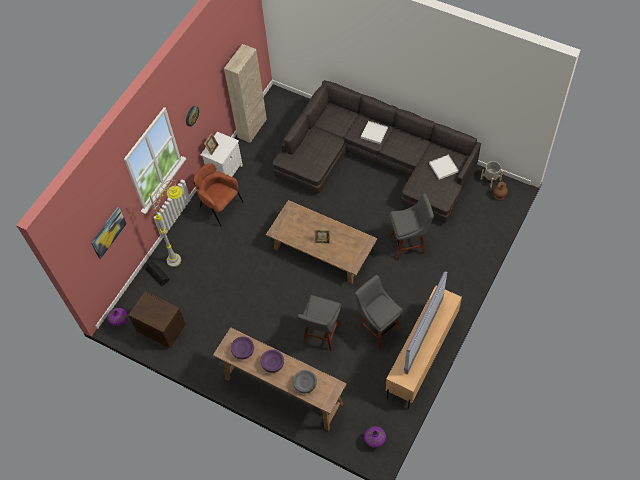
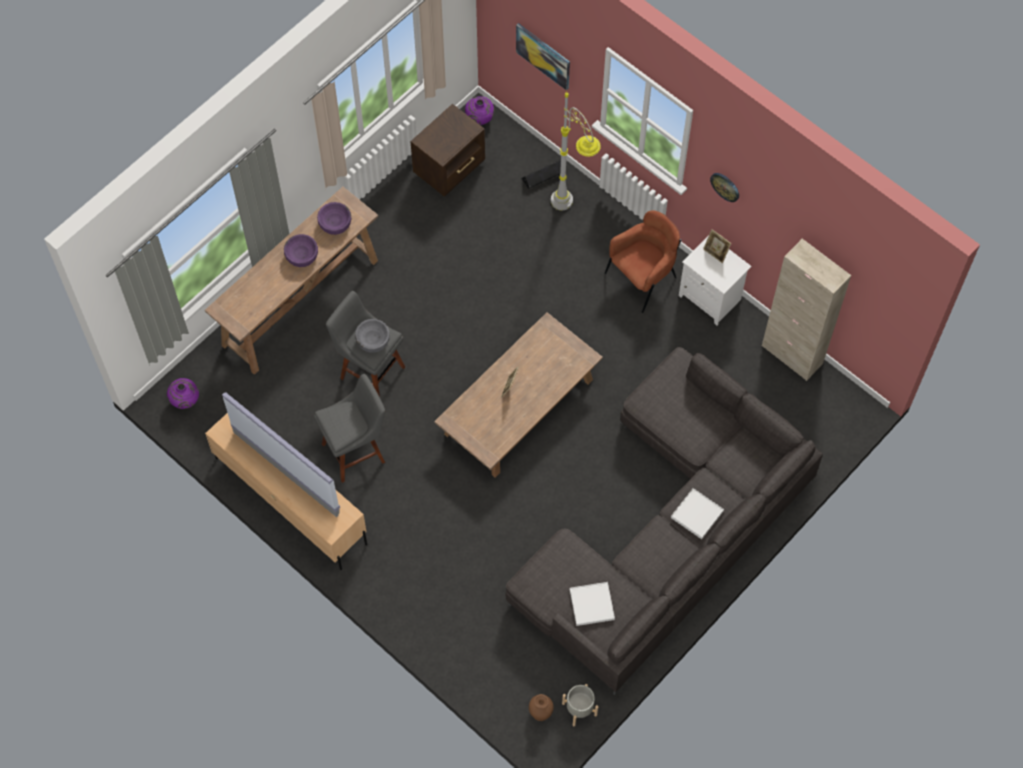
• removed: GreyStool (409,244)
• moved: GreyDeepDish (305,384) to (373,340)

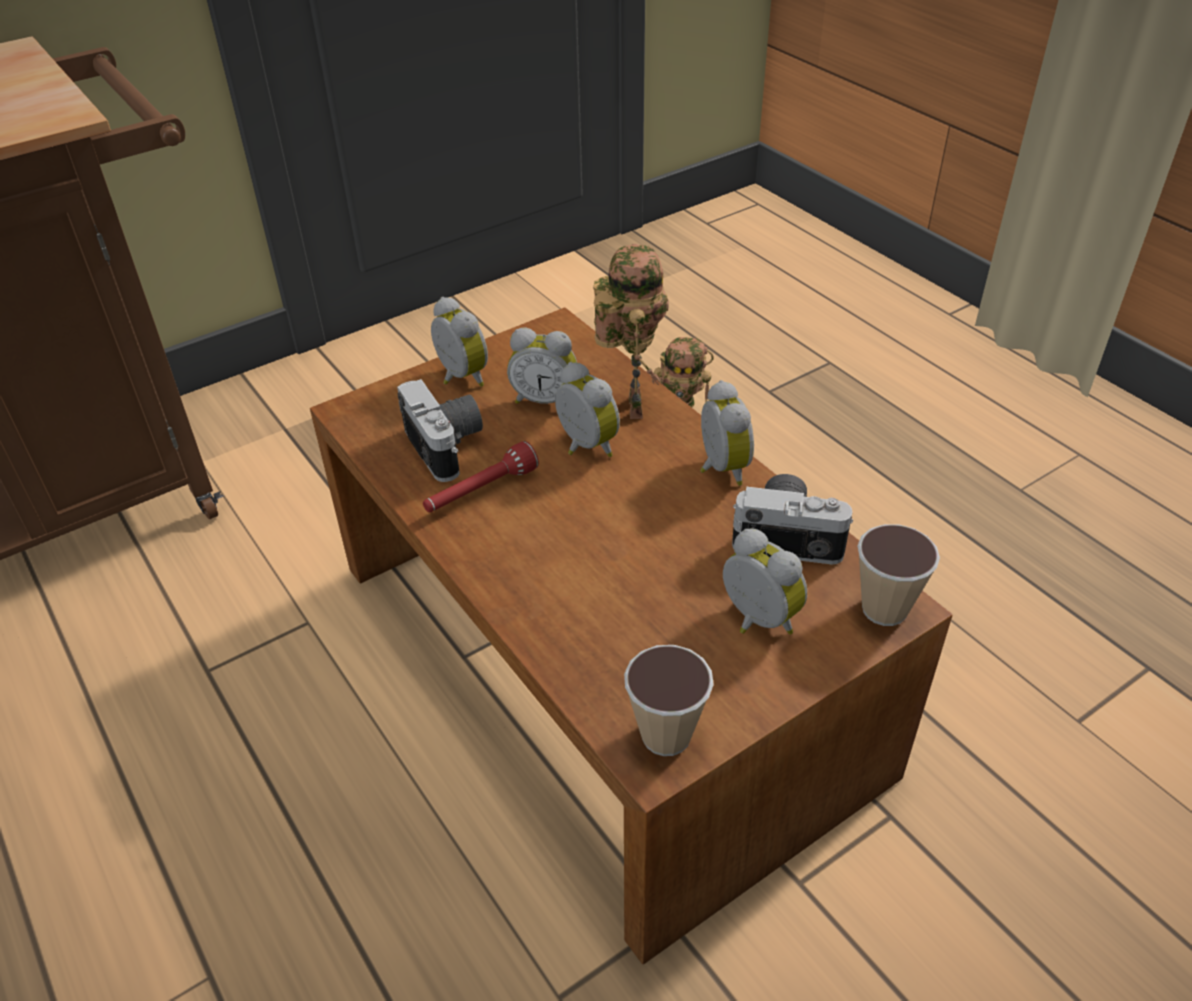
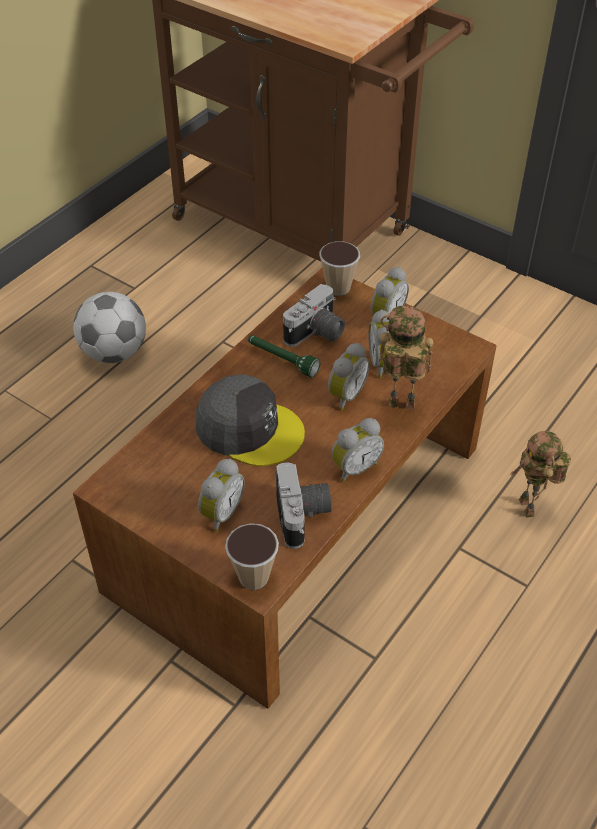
• turned: ToyRobot (630,406) = (399,407) 150 degrees counterclockwise
• recoloured: ReddishHandTorch (480,491) to GreenColouredHandTorch (282,360)
• moved: DrinkingCup (666,735) to (338,288)
• added: BallForFootball (114,352)
• added: GreyBaseballCap (249,429)

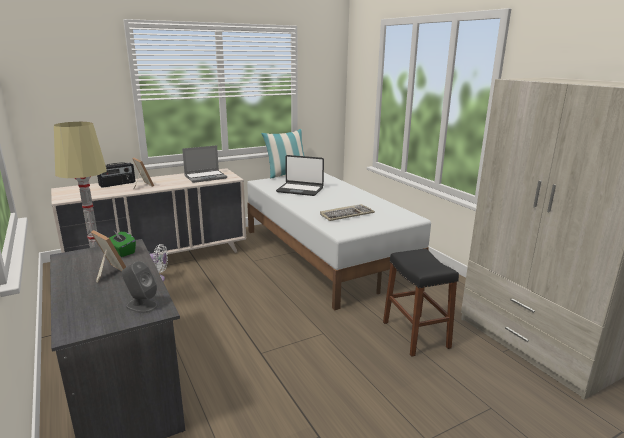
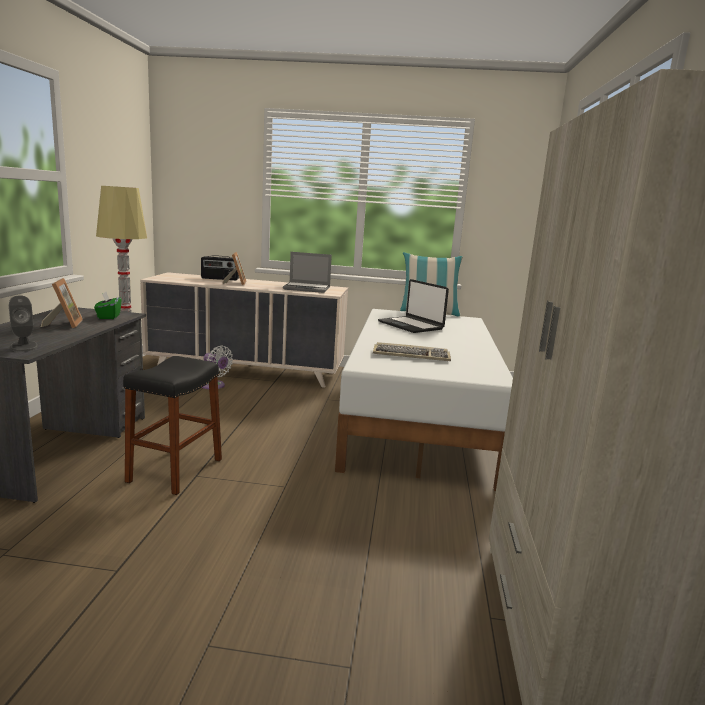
• moved: BlackColouredStool (415,334) to (175,470)

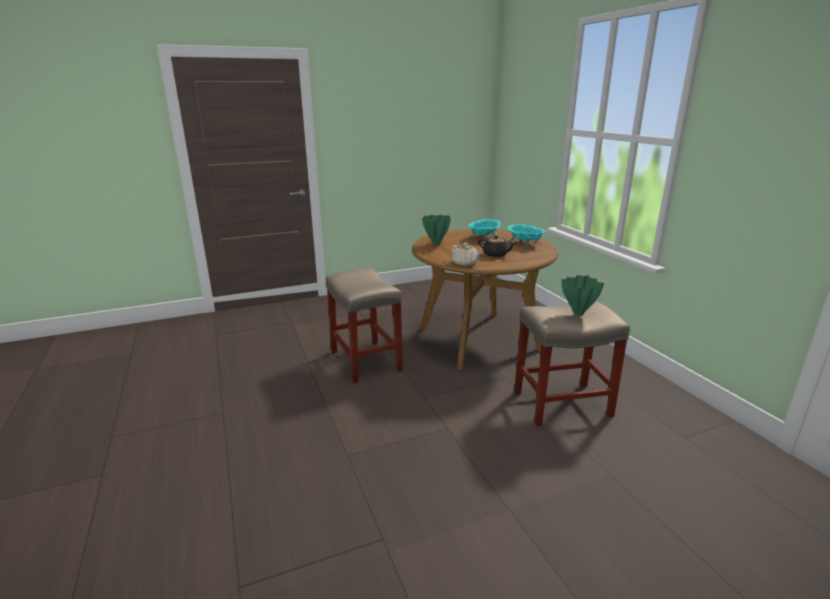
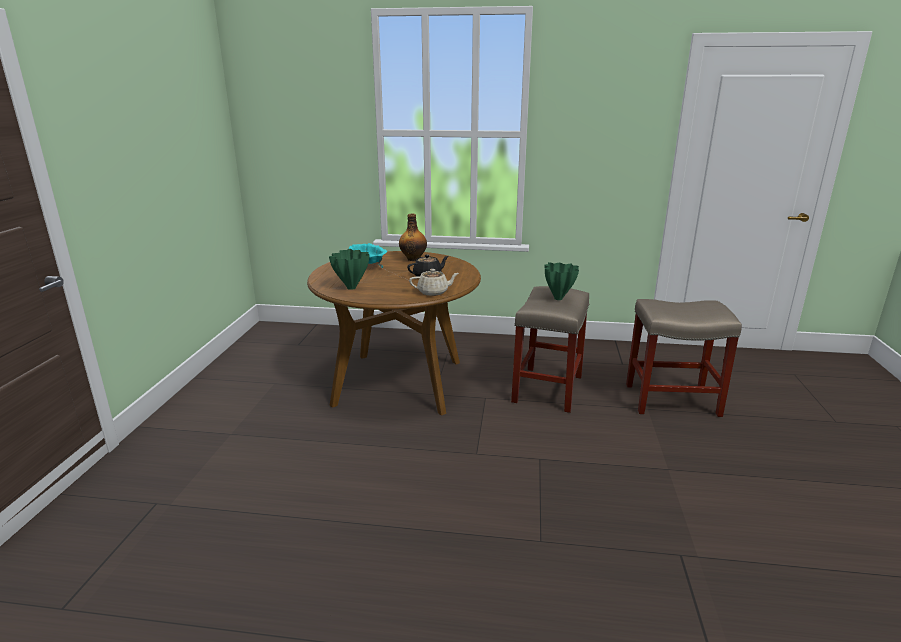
• replaced: BlueGreenDeepDish (525,243) to BeverageBottle (413,259)
• moved: BeigeColouredStool (365,360) to (670,400)

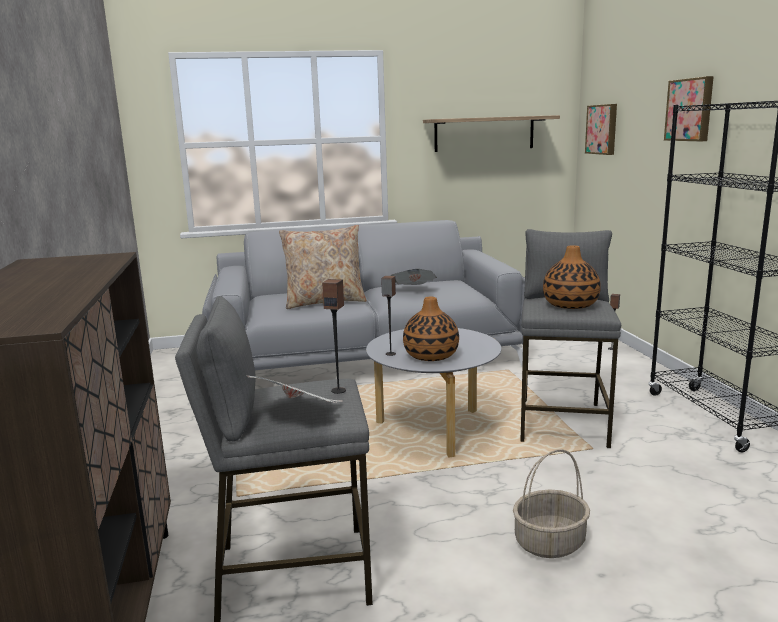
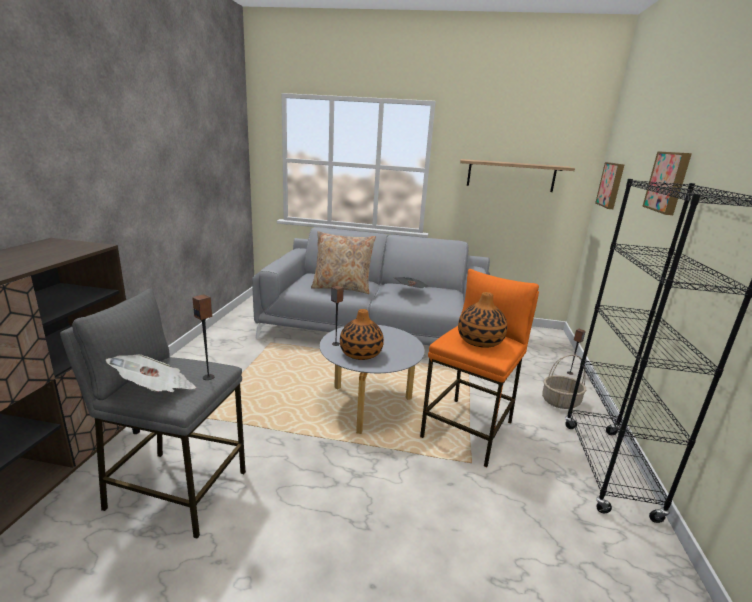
• recoloured: GreyStool (563,422) to OrangeColouredStool (469,430)
• moved: StorageBasket (549,543) to (560,402)

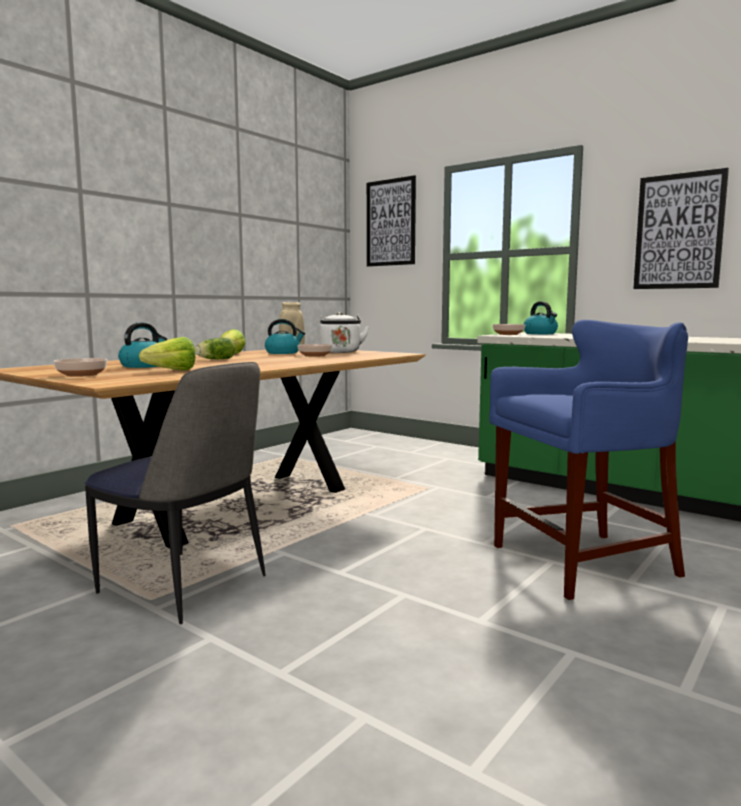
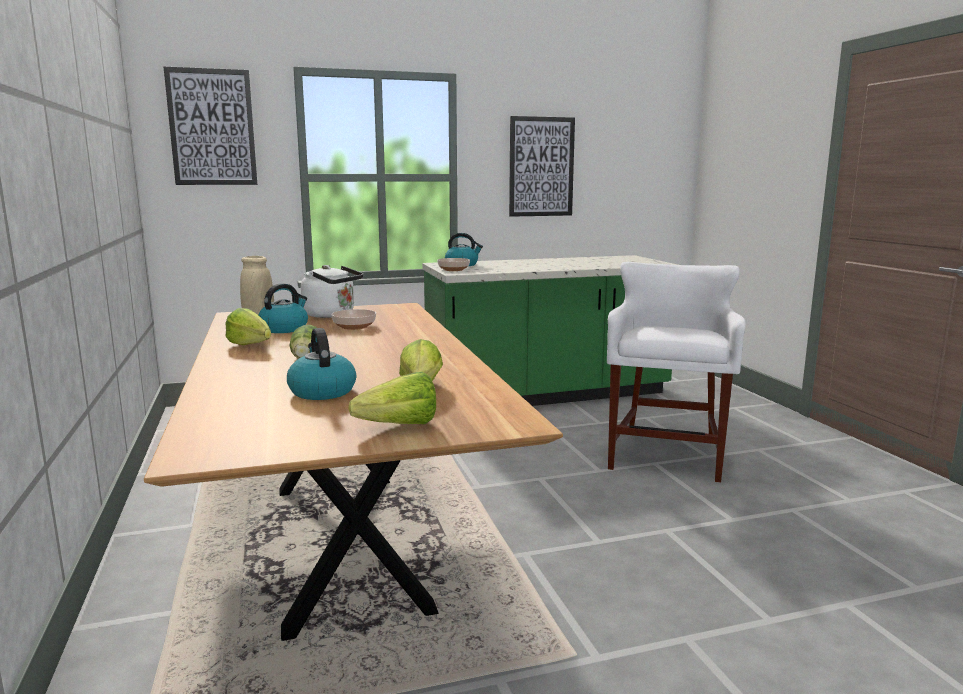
• recoloured: BlueStool (582,562) to WhiteStool (666,456)
• replaced: DeepDish (81,375) to Lettuce (392,427)
• removed: UprightChair (186,586)

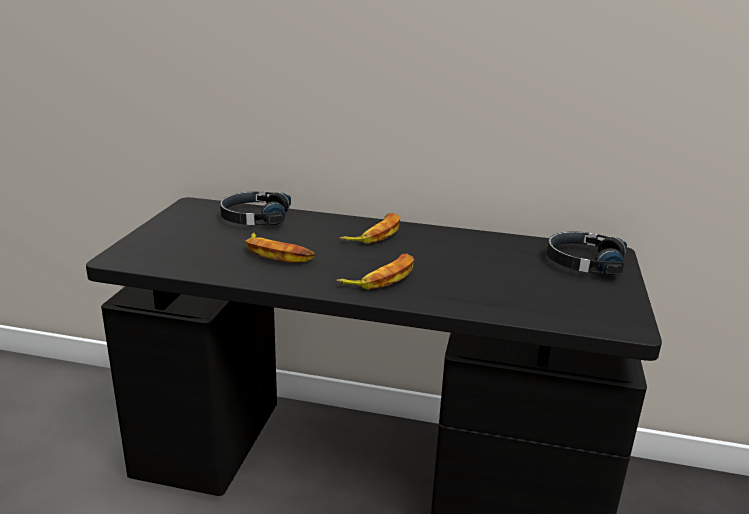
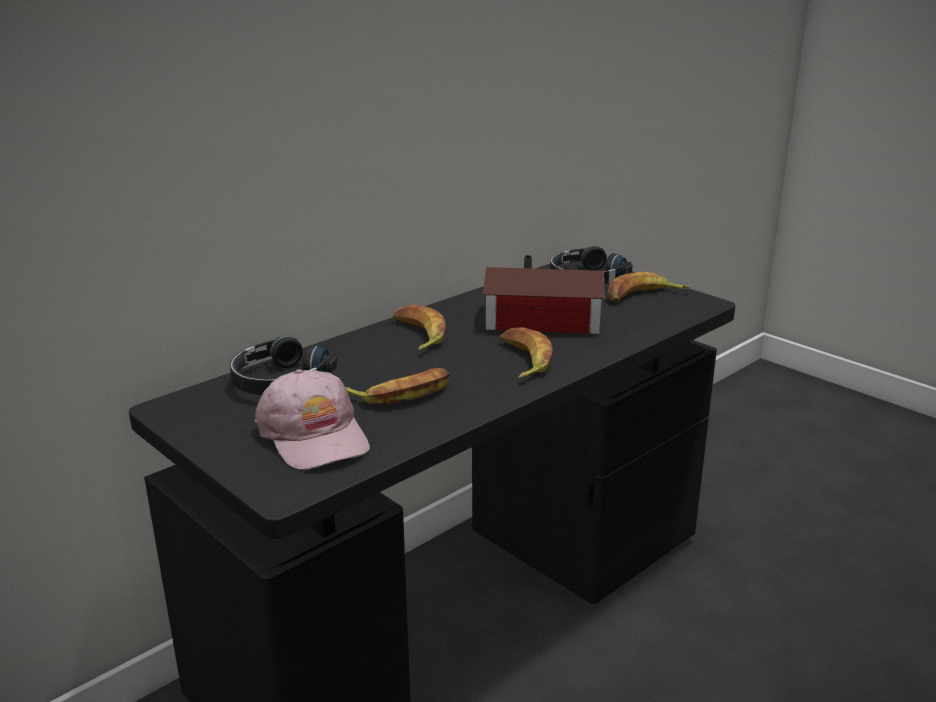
• added: MiniatureHouse (546,320)
• added: Banana (643,296)
• added: PinkishBaseballCap (314,435)

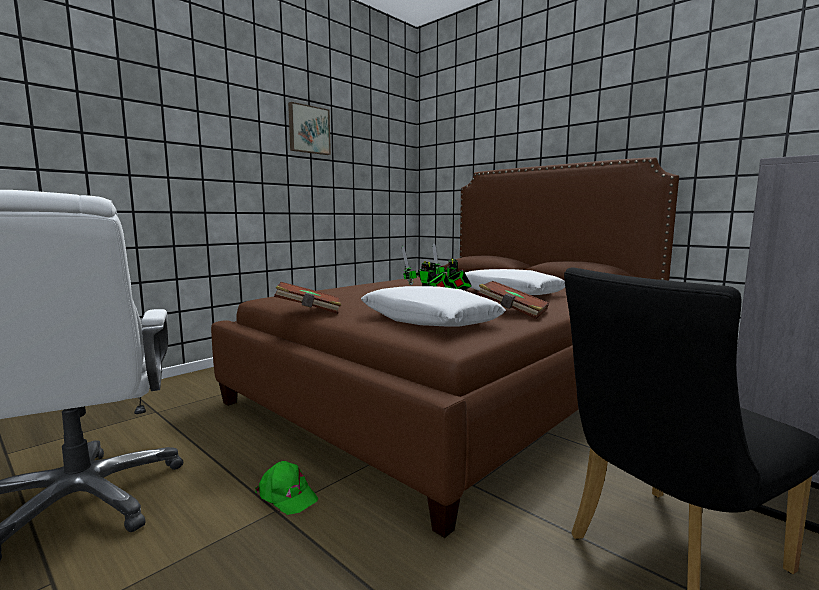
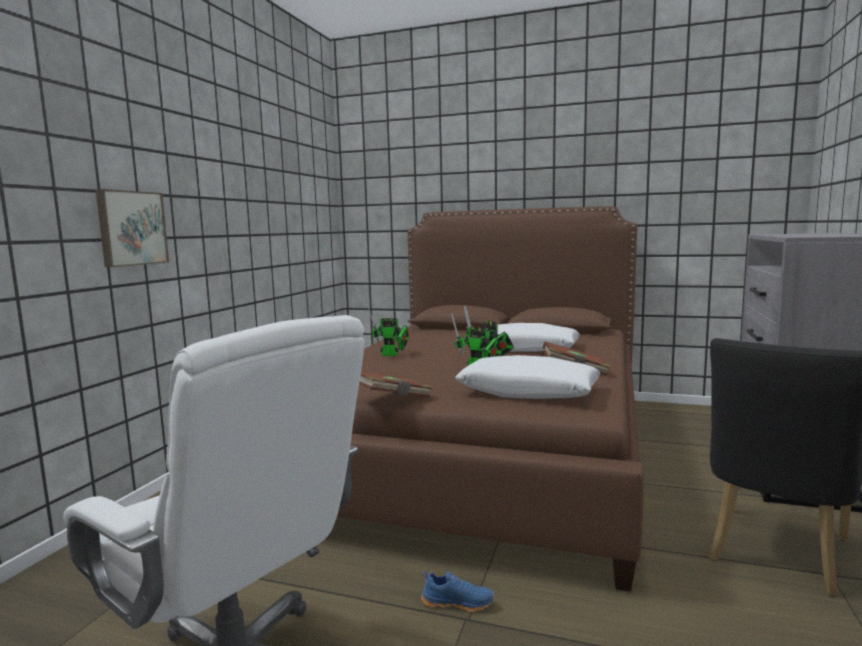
• moved: WallPicture (308,130) to (131,228)
• replaced: GreenColouredBaseballCap (287,495) to BlueLowShoe (458,602)
• added: ToyRobot (392,355)

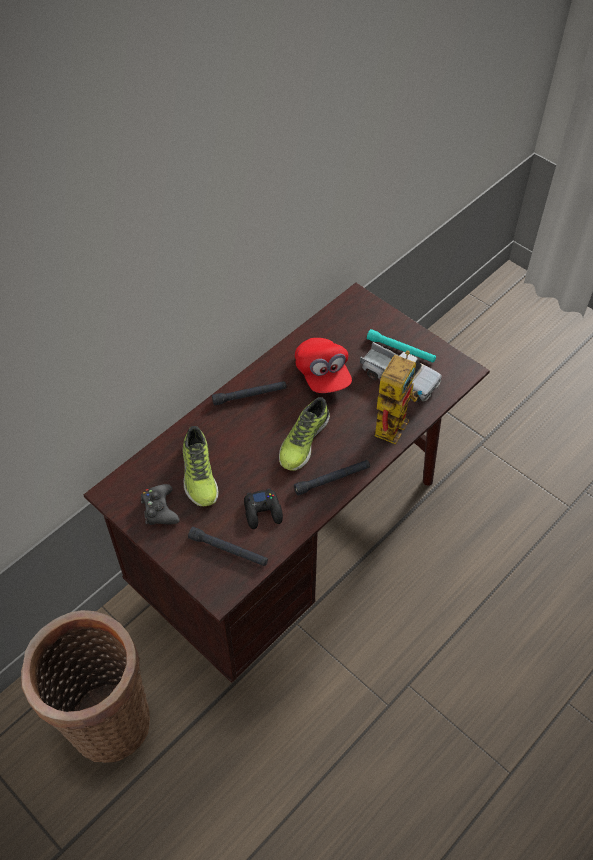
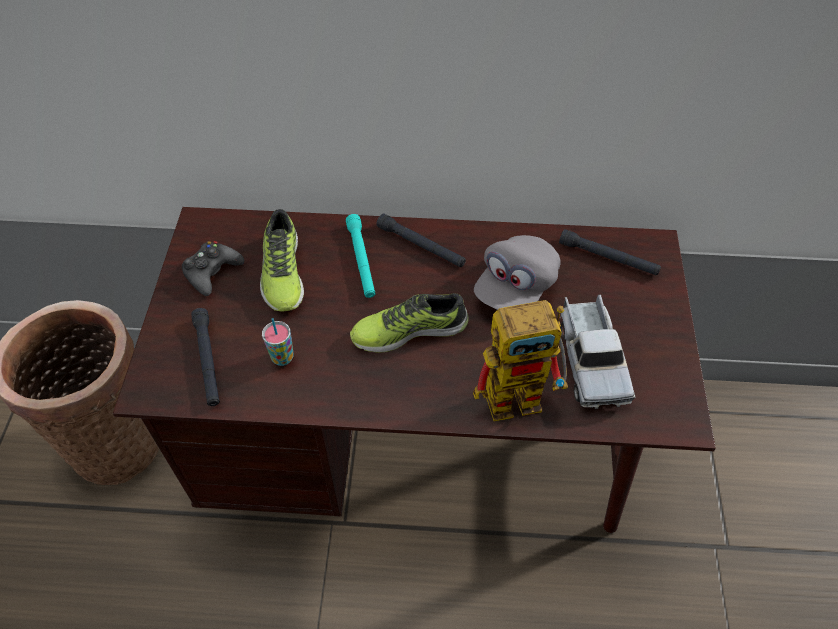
• moved: BlueGreenHandTorch (401,350) to (361,260)
• recoloured: ReddishBaseballCap (322,375) to GreyBaseballCap (515,287)
• turned: LowShoe (198,474) = (282,272) 45 degrees counterclockwise
• moved: BlackColouredHandTorch (332,479) to (608,258)
• replaced: BlackColouredJoypad (263,512) to DrinkingCup (282,358)

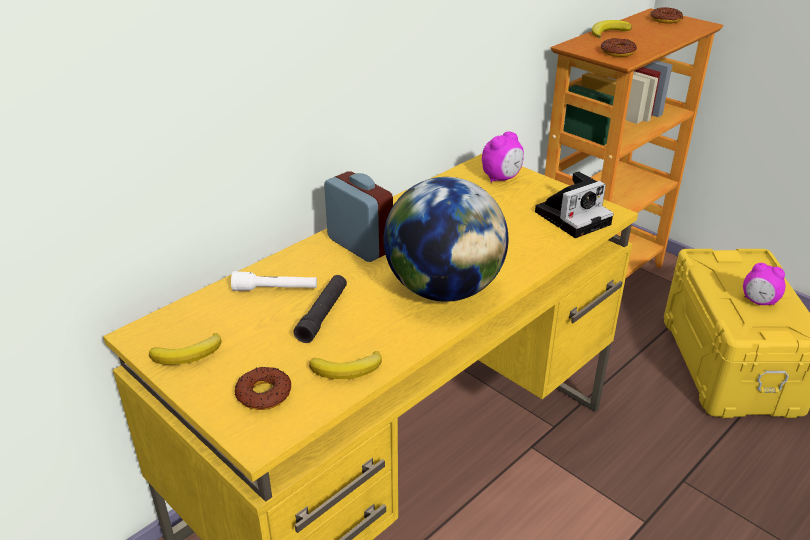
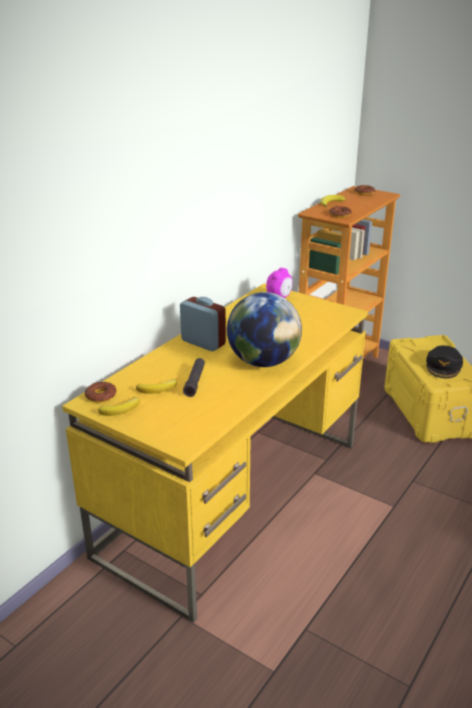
• removed: StillCamera (573,217)
• replaced: AlarmClock (758,302) to BlackColouredBaseballCap (444,366)
• removed: WhiteHandTorch (275,289)
• moved: Banana (348,370) to (158,389)
• moved: RingDoughnut (263,394) to (100,395)

